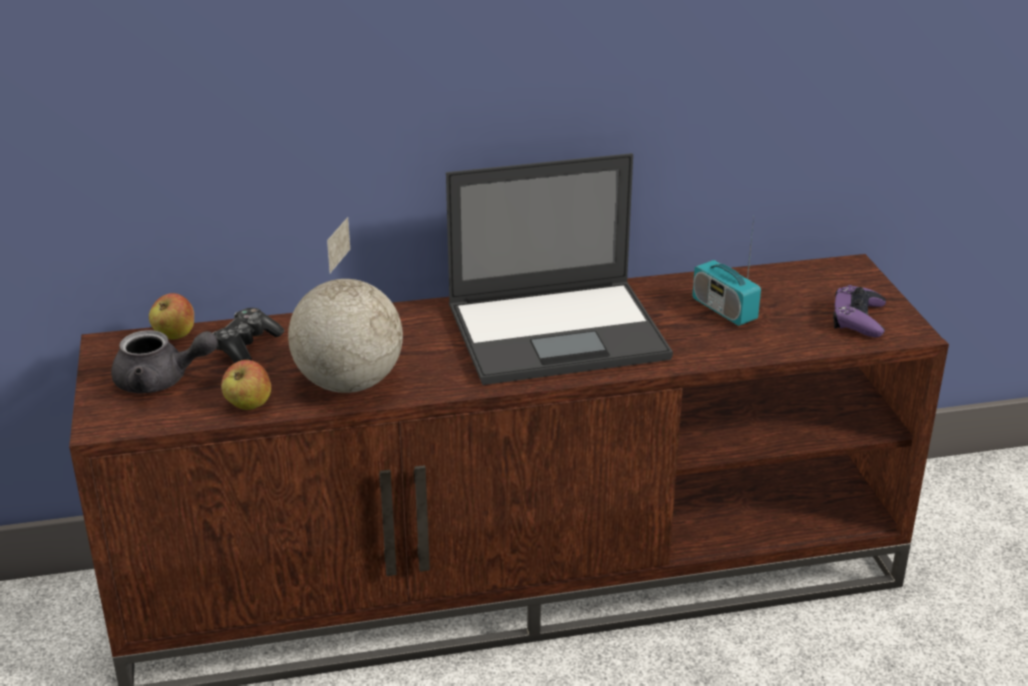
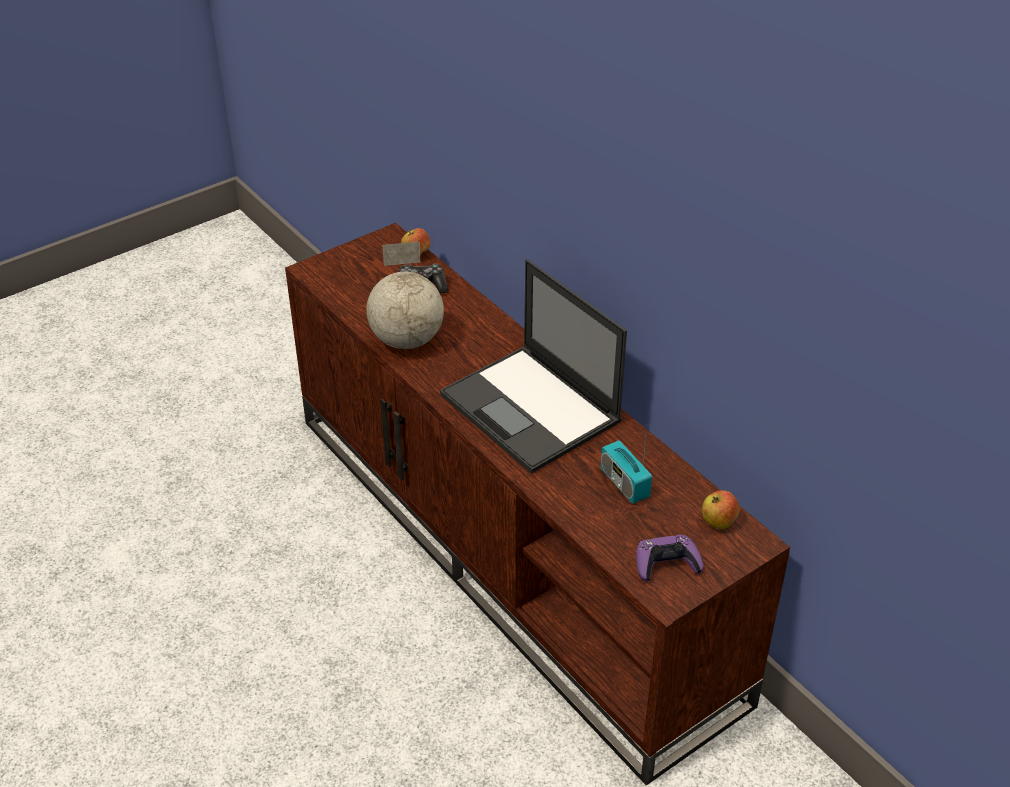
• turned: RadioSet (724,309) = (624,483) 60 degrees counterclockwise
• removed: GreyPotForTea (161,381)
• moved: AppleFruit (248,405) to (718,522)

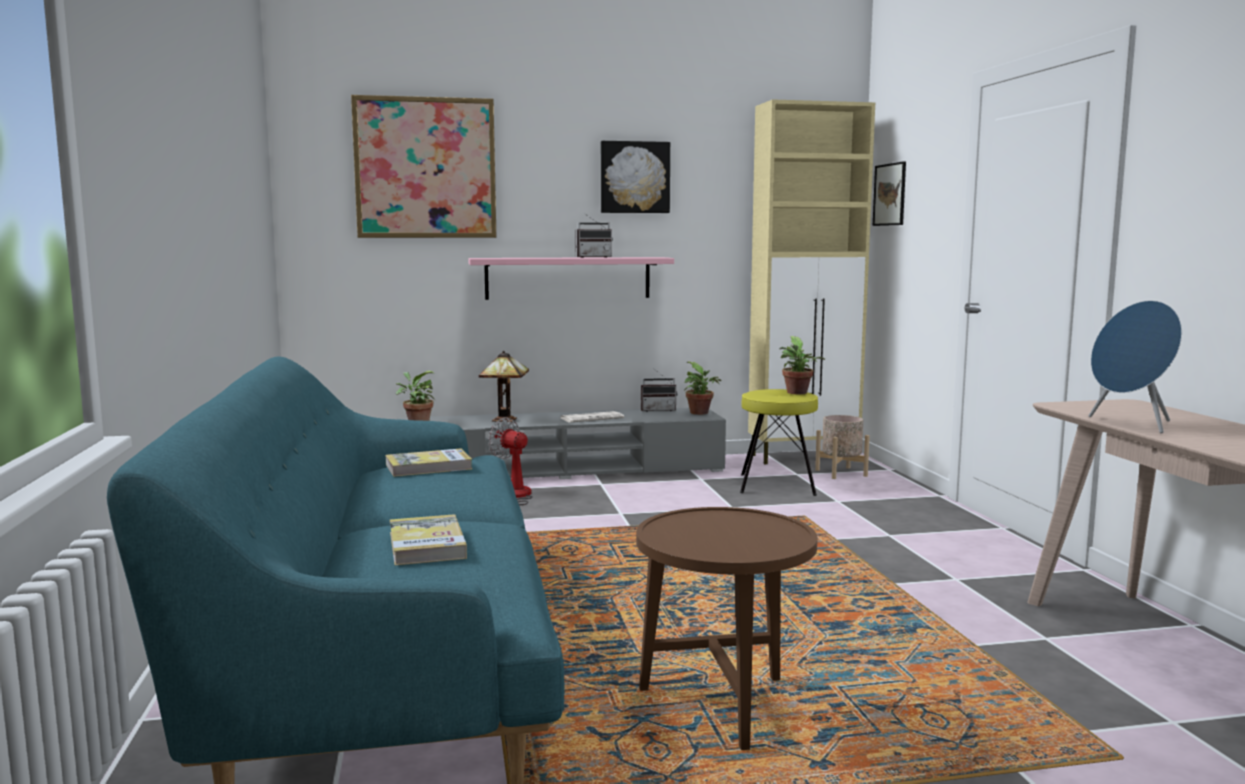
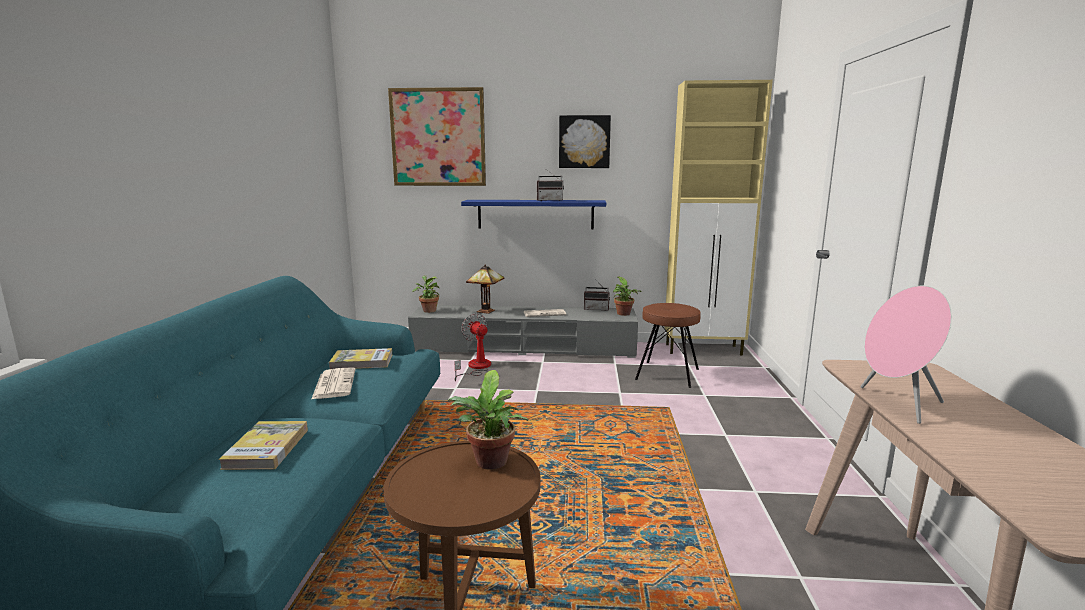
• removed: WallPicture (890,194)
• recoloured: PinkishWallShelf (568,278) to BlueWallShelf (535,214)
• recoloured: BlueSpeaker (1132,424) to PinkishSpeaker (897,404)
• moved: PlantInAPot (797,393) to (490,464)
• recoloured: YellowStool (777,484) to BrownStool (668,374)
• removed: BeigeColouredPlanter (840,473)
• added: PrintedPaper (334,384)

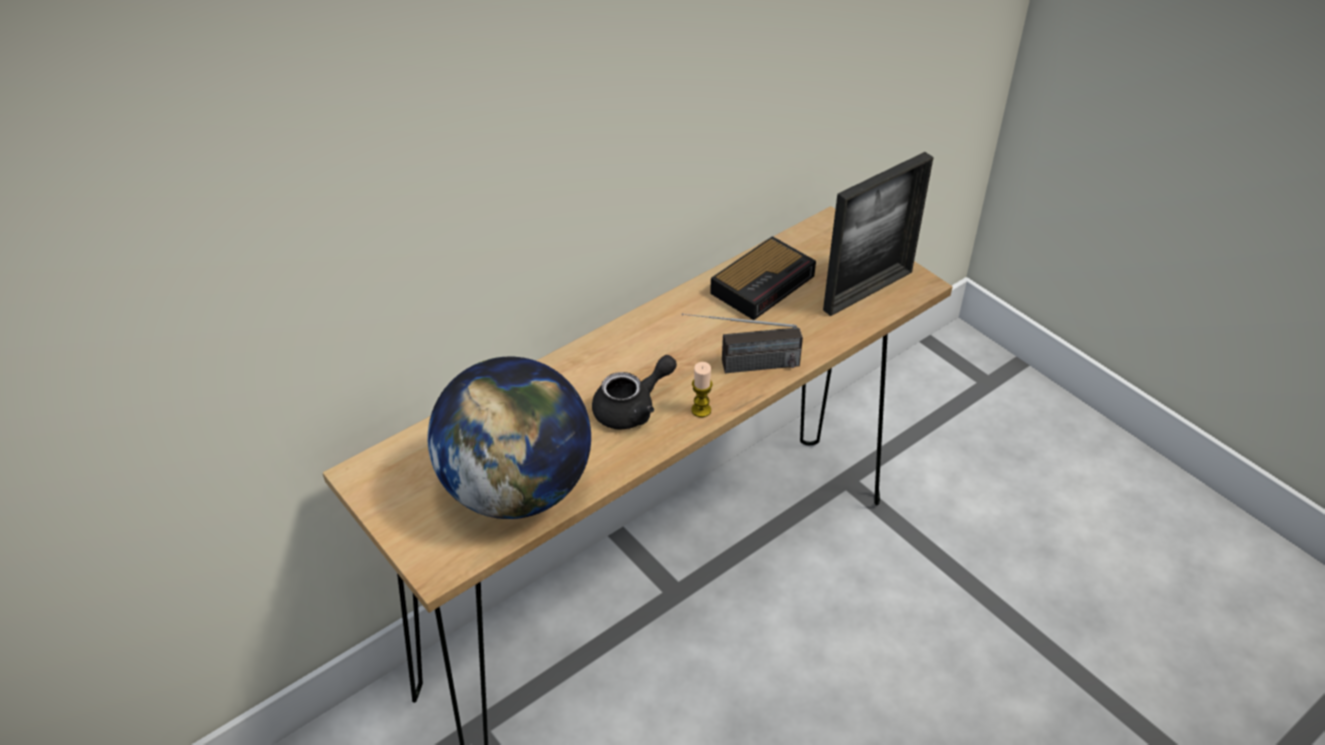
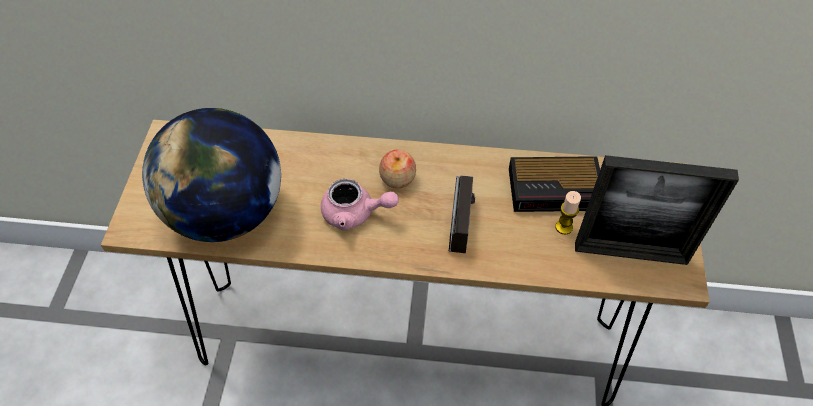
• turned: RadioSet (740,367) = (460,239) 120 degrees counterclockwise
• recoloured: BlackColouredPotForTea (632,409) to PinkishPotForTea (355,214)
• moved: WaxCandle (701,410) to (564,227)
• added: AppleFruit (397,178)

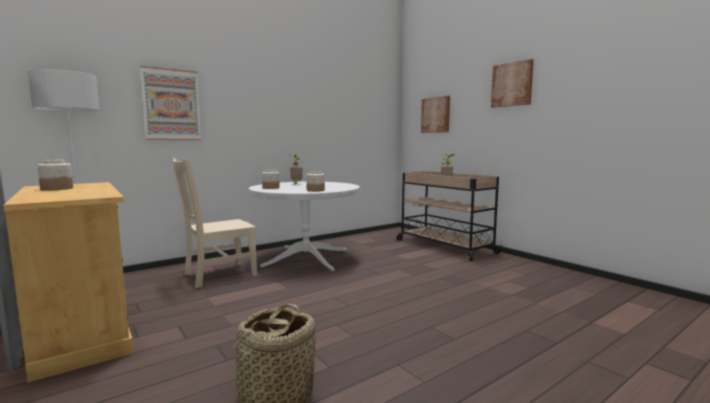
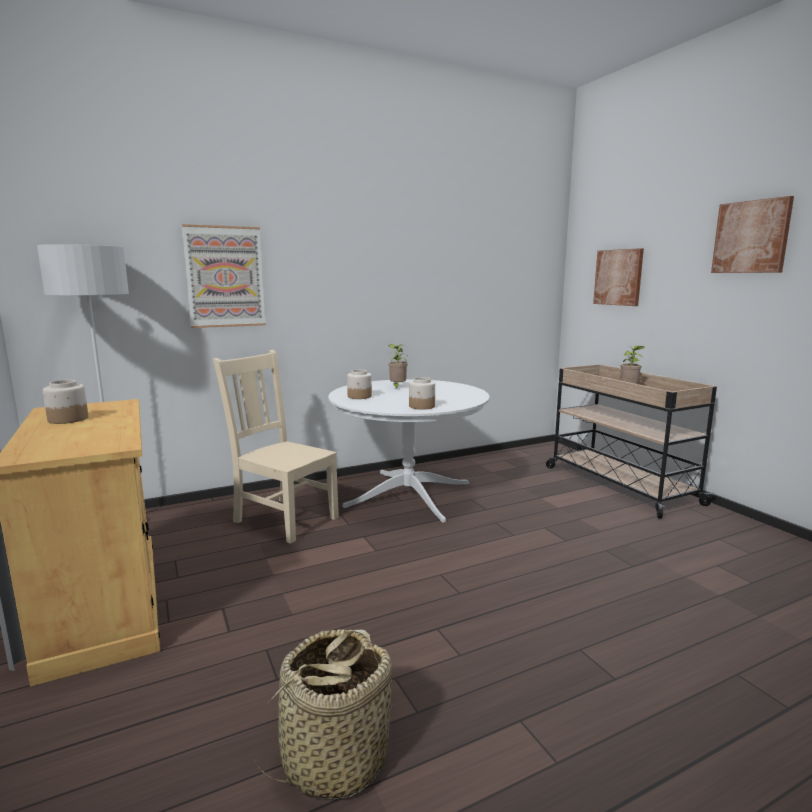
• turned: BeigeColouredUprightChair (217,275) = (283,518) 60 degrees clockwise

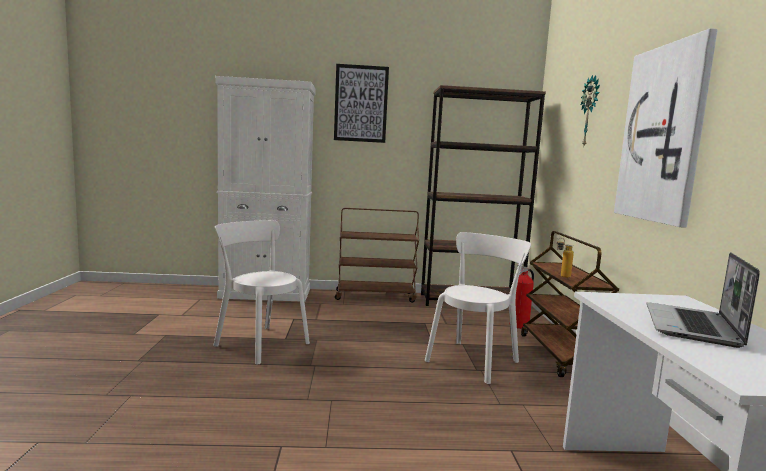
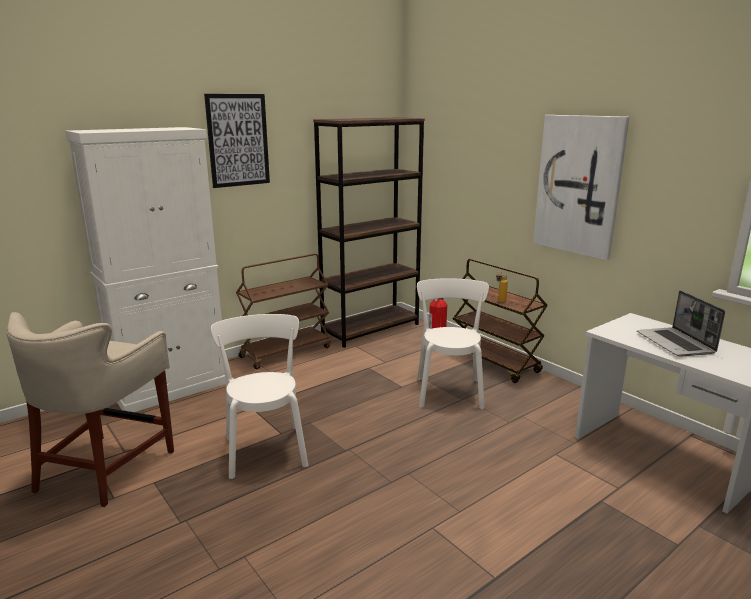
• removed: ClockOnTheWall (591,111)
• turned: WhiteUprightChair (259,343) = (265,448) 75 degrees clockwise
• added: BeigeColouredStool (106,469)

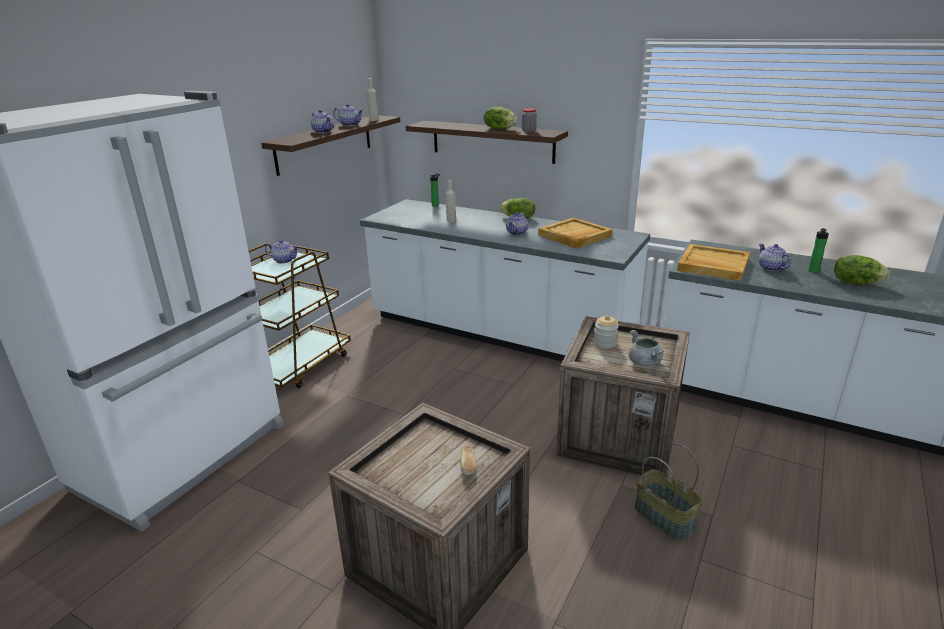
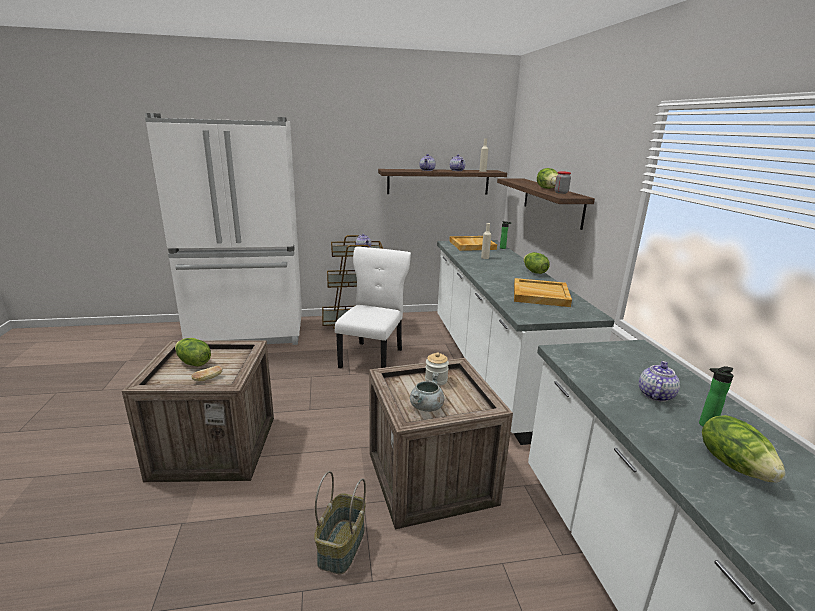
• removed: PotForTea (516,232)
• moved: BeigeColouredCarryingTray (712,265) to (471,245)
• added: WhiteUprightChair (373,357)
• added: Lettuce (193,363)

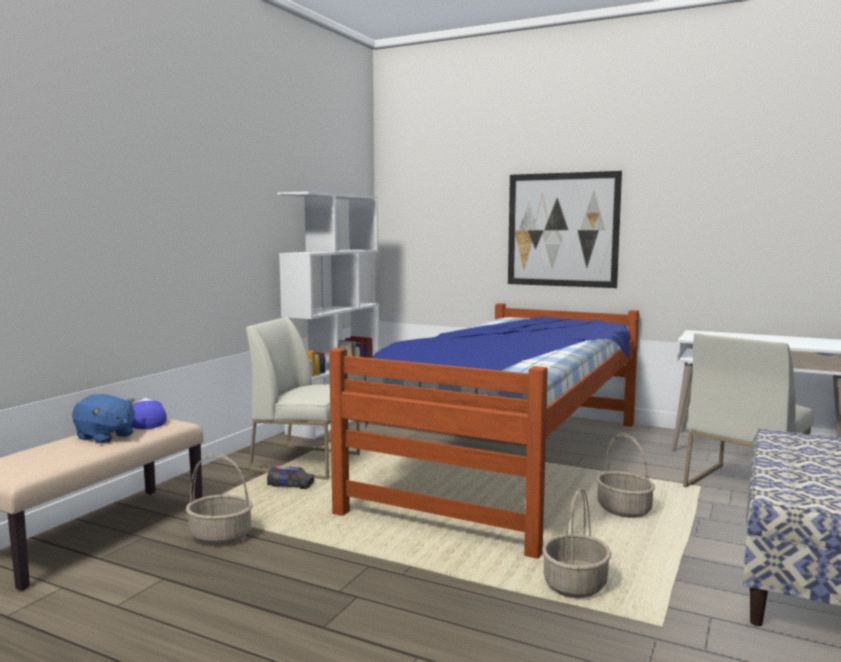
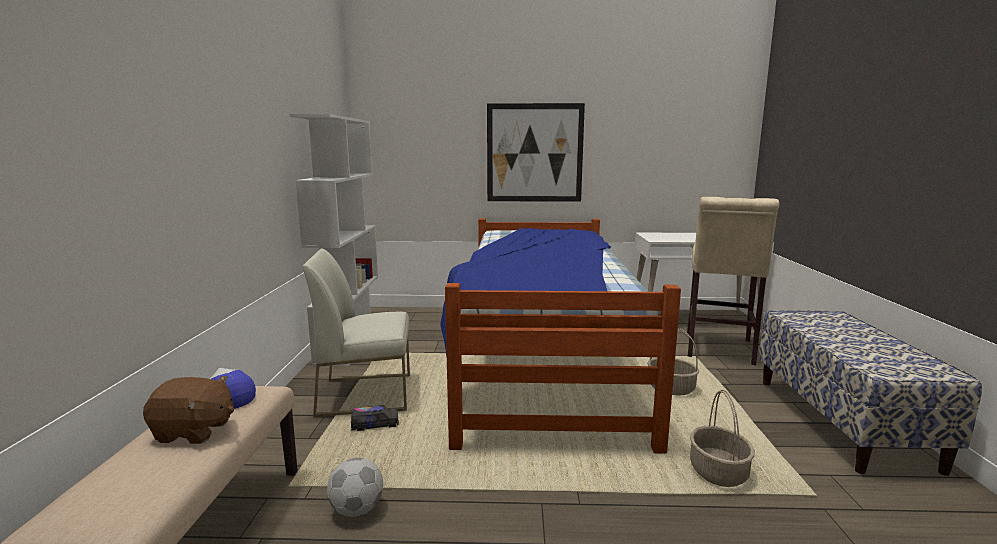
• replaced: WhiteUprightChair (743,486) to BeigeColouredStool (719,350)
• recoloured: BluePlushToy (105,437) to BrownPlushToy (194,431)
• replaced: StorageBasket (221,536) to BallForFootball (357,509)

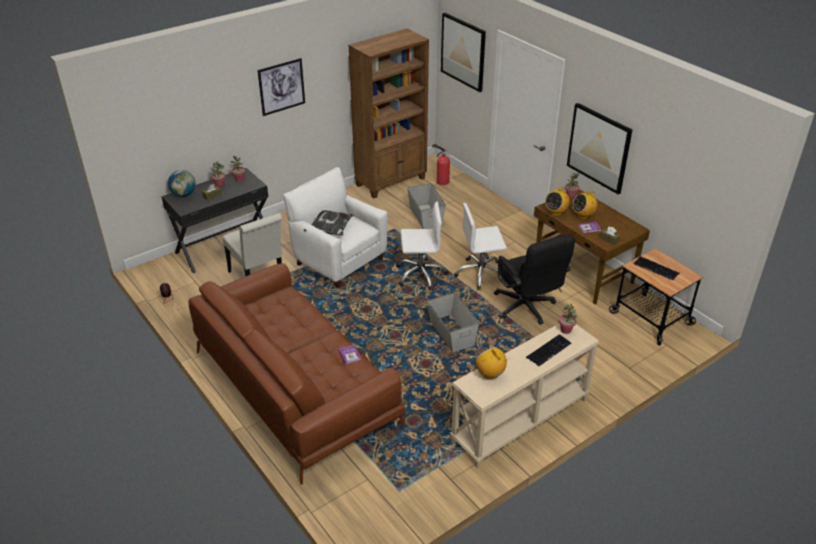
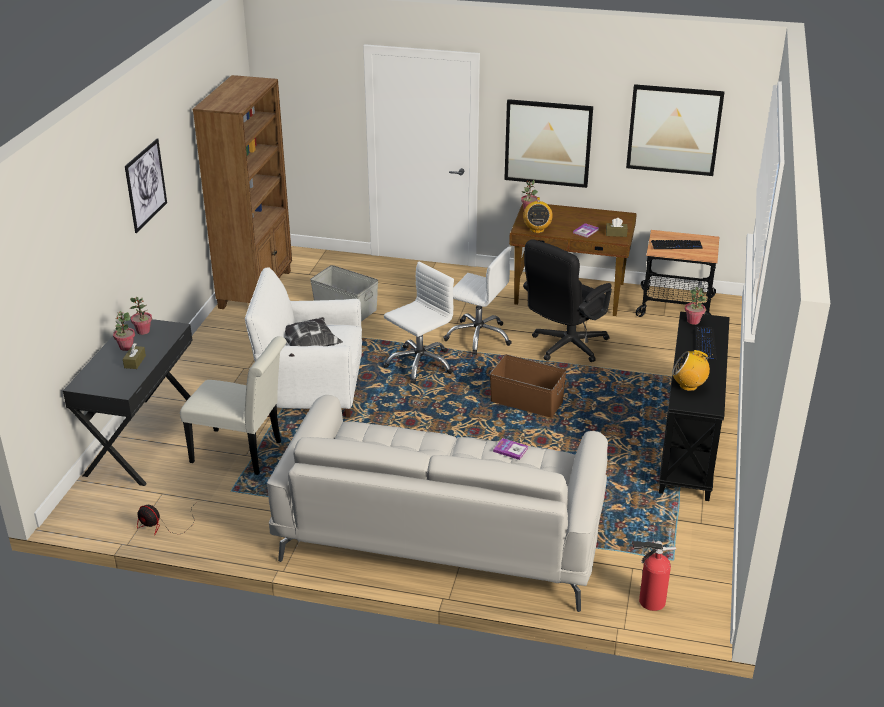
• moved: WallPicture (463,51) to (674,129)
• moved: FireFightingCylinder (441,181) to (649,601)
• removed: WorldGlobe (184,195)
• removed: RadioSet (583,215)
• turned: WhiteComputerChair (480,274) = (478,337) 105 degrees counterclockwise
• turned: BlackColouredComputerChair (527,309) = (564,347) 105 degrees clockwise
• recoloured: BrownSettee (294,386) to WhiteSettee (441,532)
• recoloured: GreyStorageContainer (451,333) to BrownStorageContainer (526,402)
• recoloured: BeigeColouredNarrowTable (520,421) to BlackColouredNarrowTable (690,443)

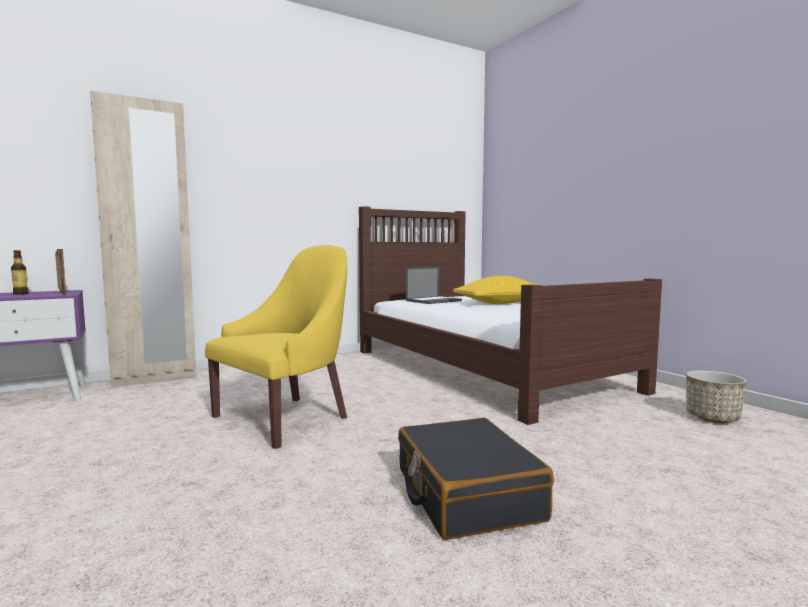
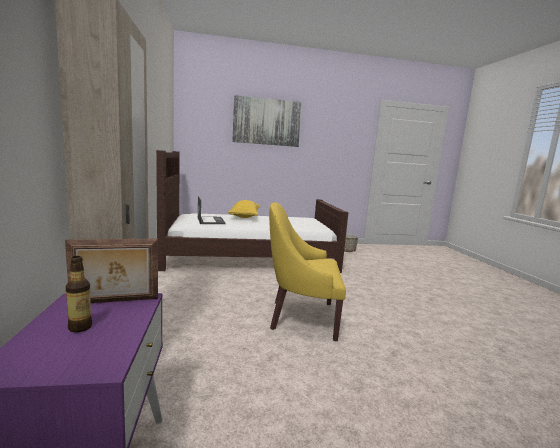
• turned: YellowArmchair (285,418) = (301,317) 60 degrees counterclockwise
• removed: BlackColouredSuitcase (466,494)
• added: WallPicture (267,122)

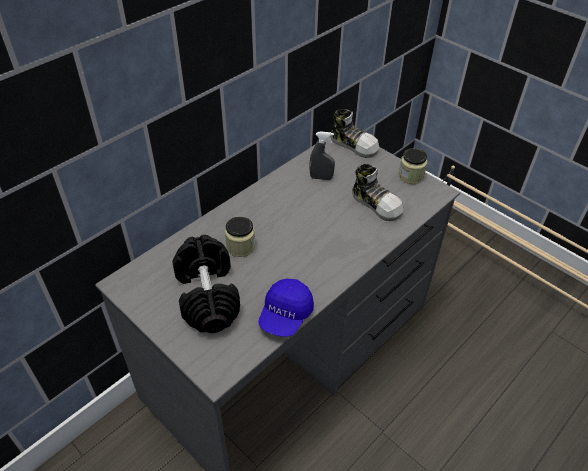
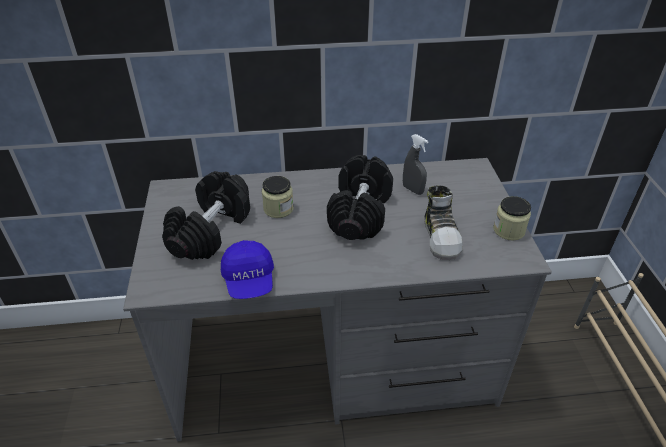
• removed: LowShoe (354,145)
• turned: BlueBaseballCap (285,315) = (249,280) 75 degrees counterclockwise
• added: BlackColouredFreeWeight (360,213)

